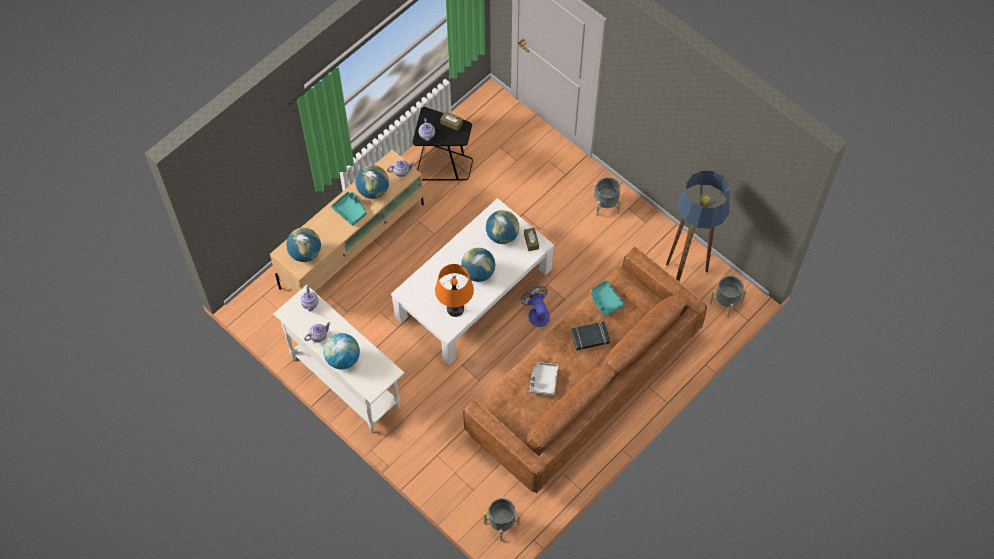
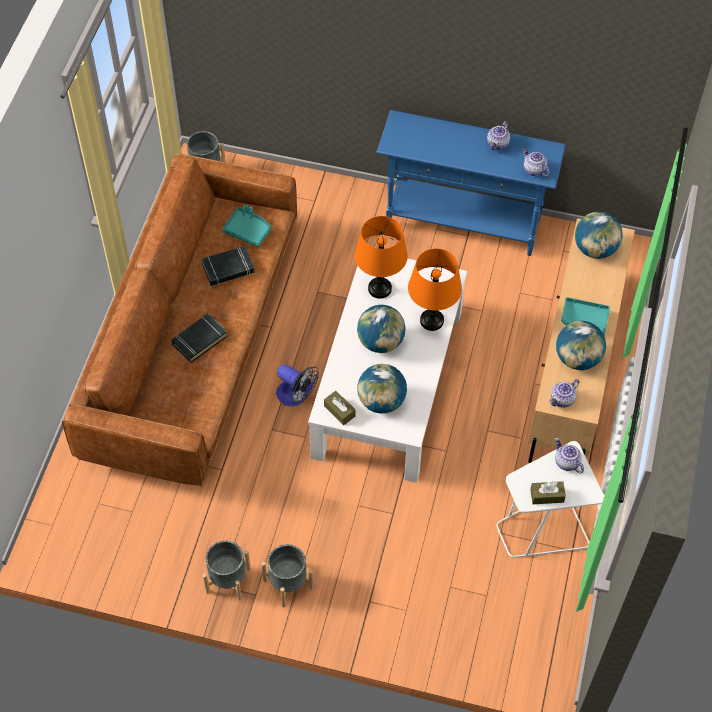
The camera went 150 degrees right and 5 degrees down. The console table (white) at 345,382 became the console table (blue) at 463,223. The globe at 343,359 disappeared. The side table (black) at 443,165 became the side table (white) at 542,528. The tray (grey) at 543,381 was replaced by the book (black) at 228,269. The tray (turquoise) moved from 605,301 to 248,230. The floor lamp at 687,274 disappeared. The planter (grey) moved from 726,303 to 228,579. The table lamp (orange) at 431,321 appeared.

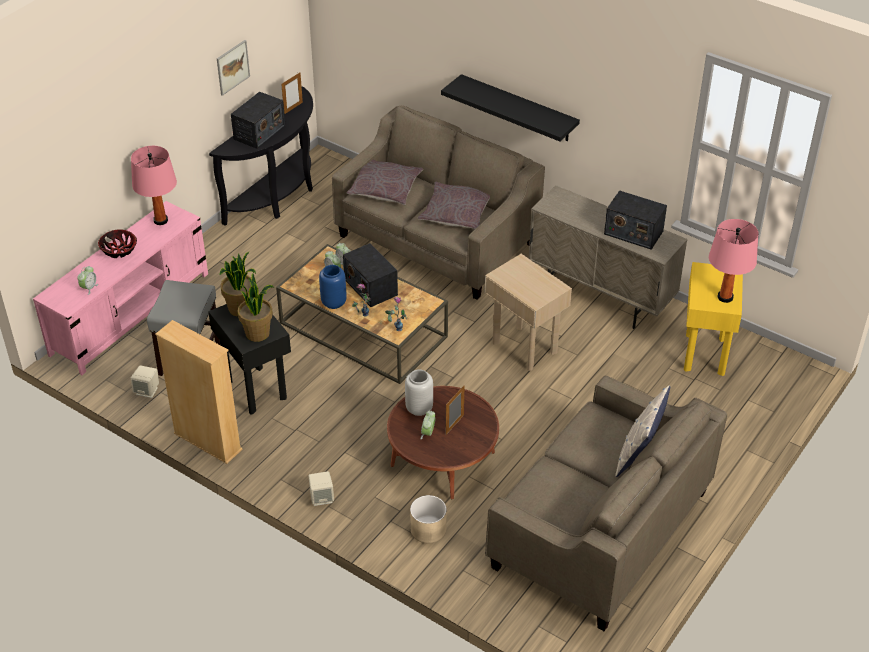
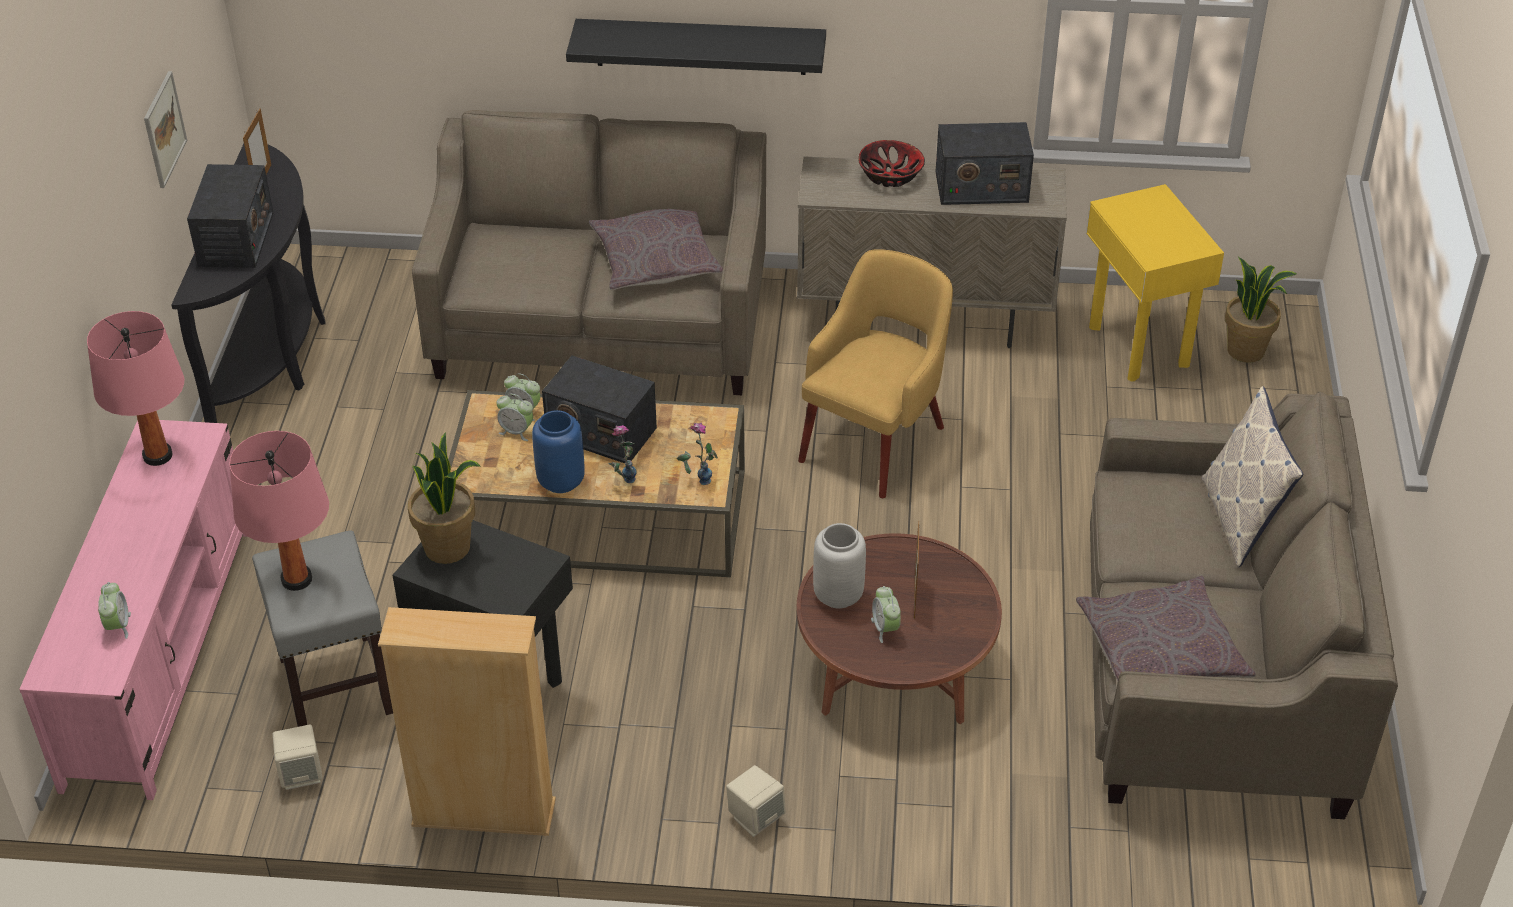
The camera went 30 degrees left and 0 degrees up. The bowl moved from 119,250 to 890,175. The potted plant moved from 258,333 to 1246,350. The pillow (grey) moved from 385,188 to 1161,650. The planter (beige) at 428,529 disappeared. The side table (beige) at 524,348 was replaced by the armchair (yellow) at 875,441. The table lamp (pink) moved from 725,297 to 297,579.

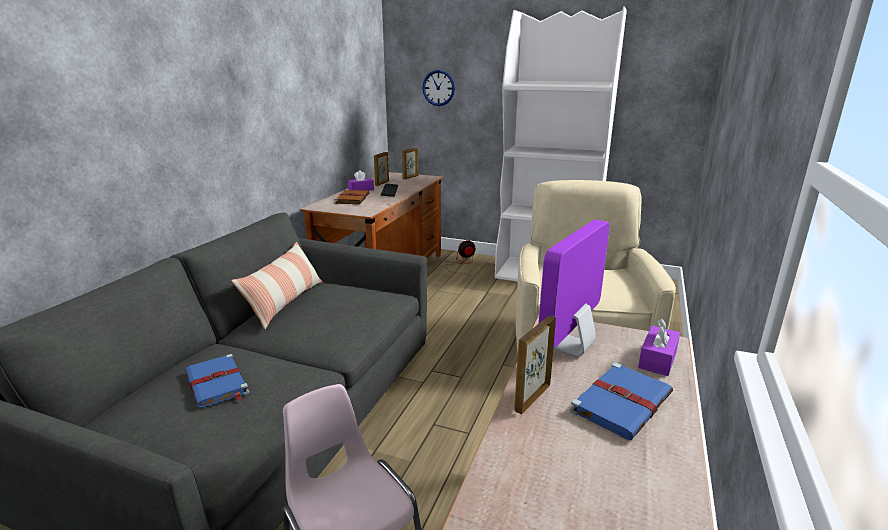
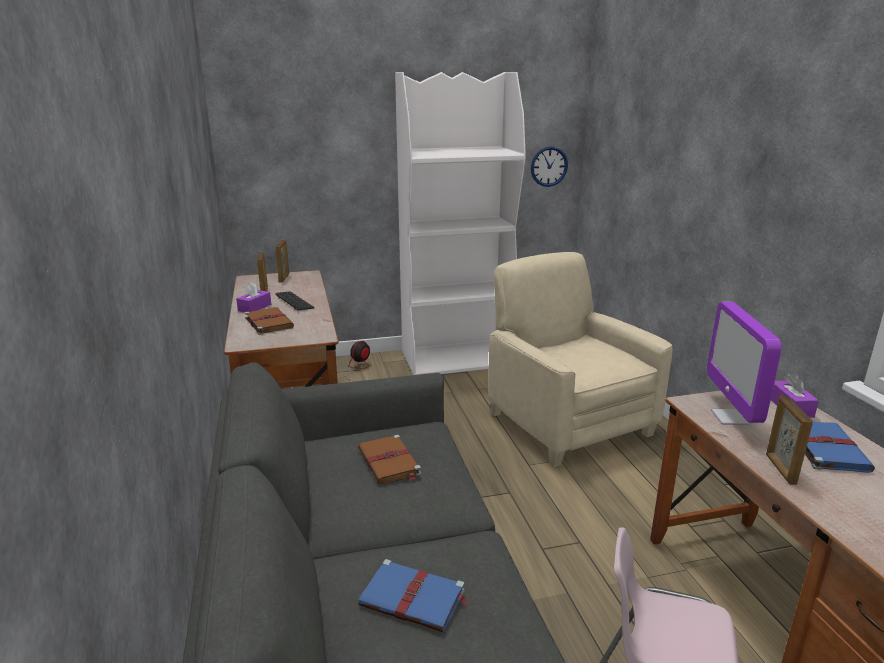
The camera went 35 degrees left and 0 degrees up. The pillow at 285,302 disappeared. The wall clock moved from 438,88 to 549,166. The book (brown) at 389,462 appeared.

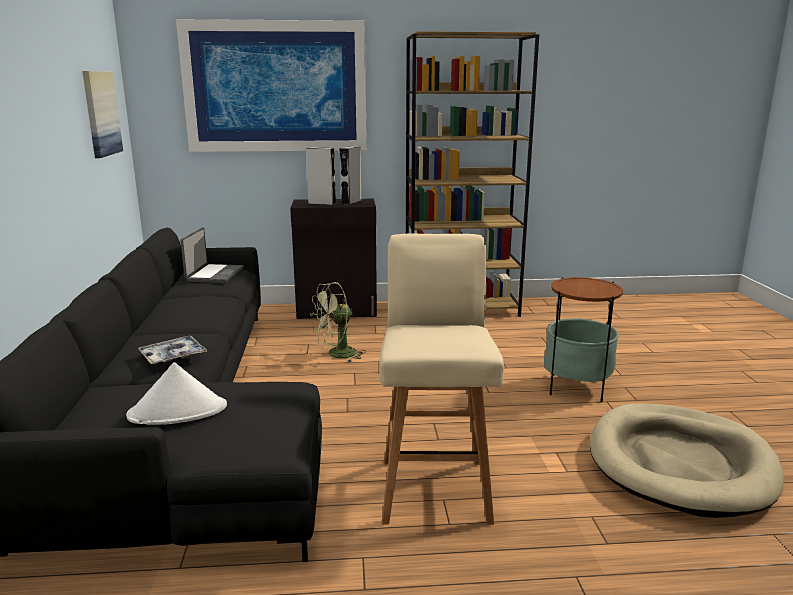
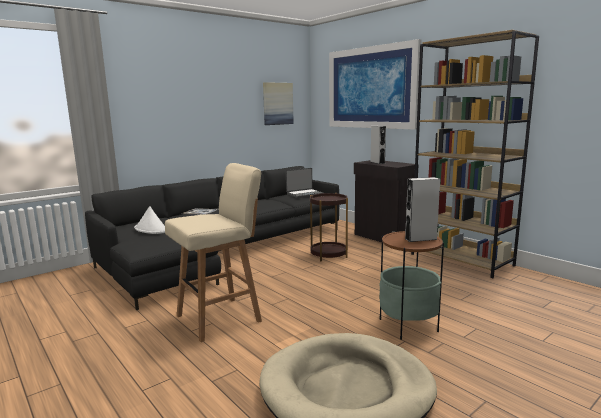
The camera went 55 degrees right and 5 degrees down. The fan (green) at 336,355 was replaced by the side table (brown) at 328,255. The speaker (grey) moved from 351,202 to 420,239.

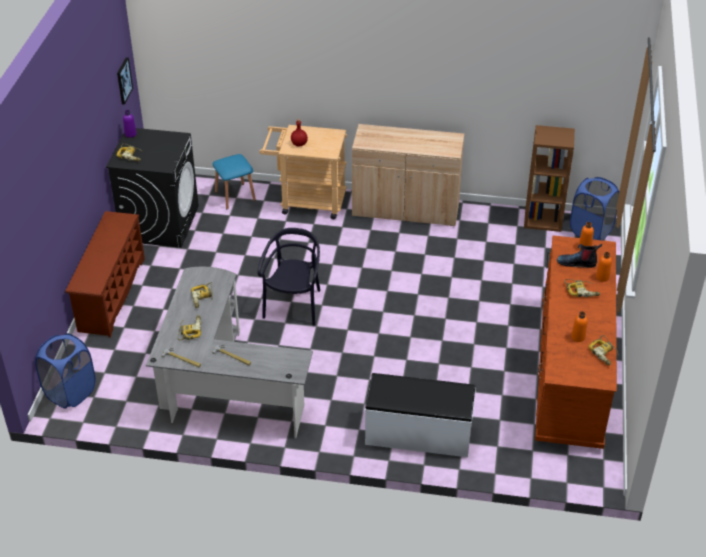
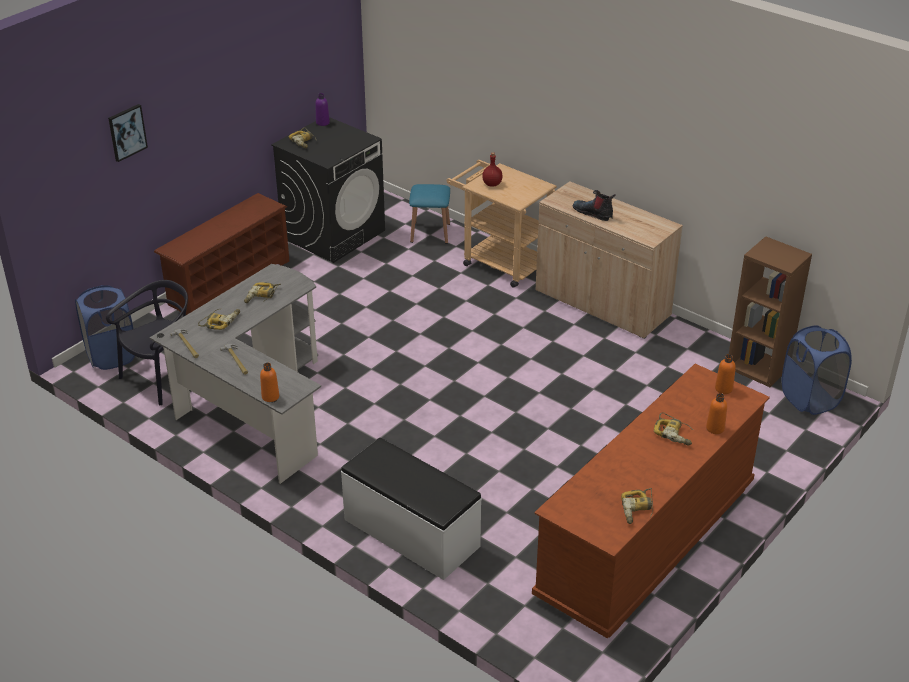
The camera went 30 degrees right and 5 degrees down. The picture moved from 123,80 to 127,132. The chair (black) moved from 294,305 to 163,377. The boot moved from 577,263 to 593,213. The bottle (orange) moved from 578,337 to 270,396.

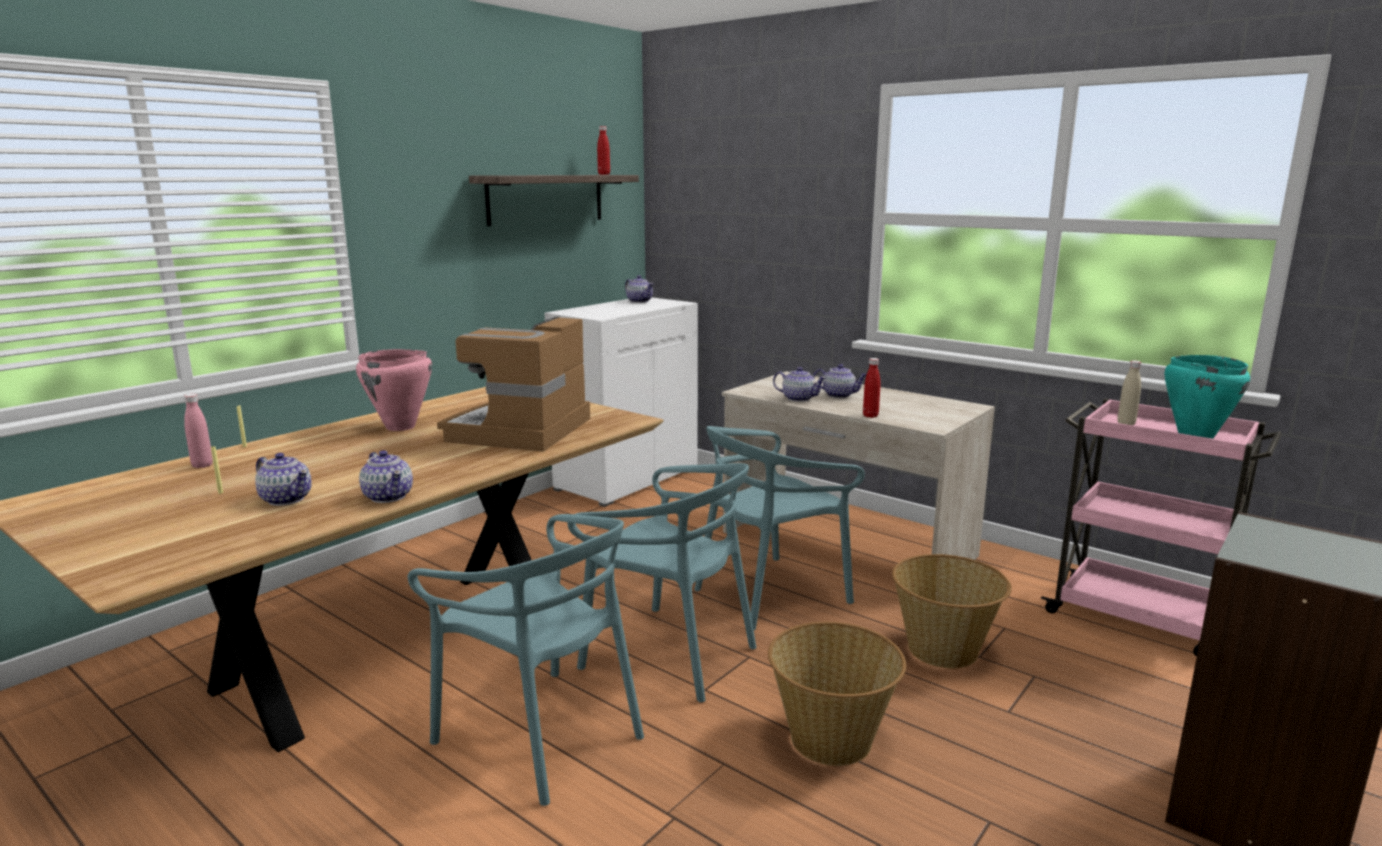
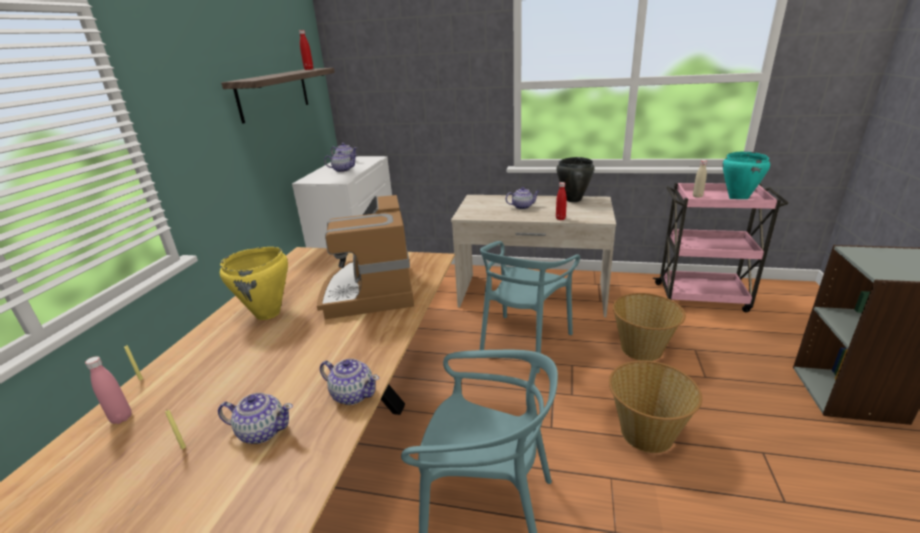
The camera went 25 degrees left and 10 degrees up. The cooking pot (pink) at 400,427 became the cooking pot (yellow) at 268,314. The chair (turquoise) at 669,654 disappeared. The teapot moved from 798,398 to 342,170. The cooking pot (black) at 573,200 appeared.

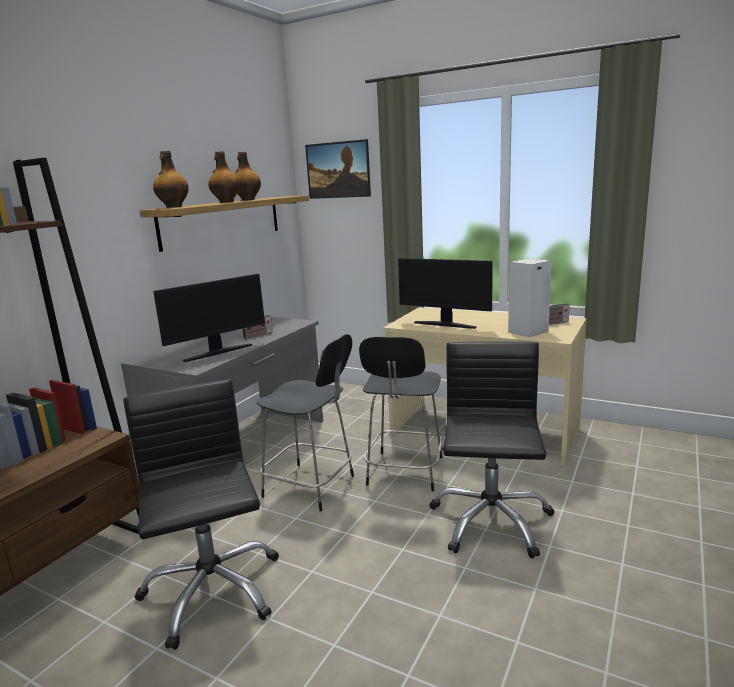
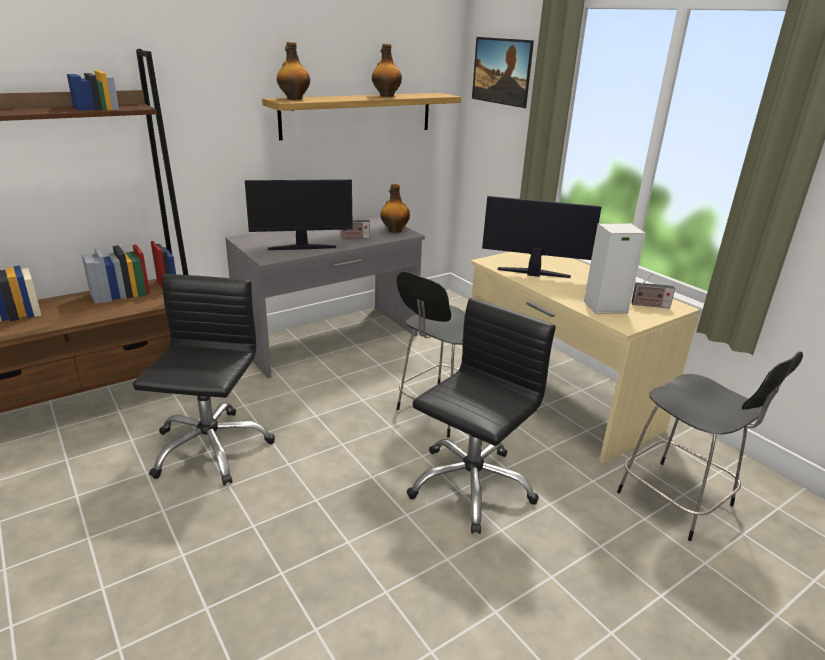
The camera went 25 degrees right and 10 degrees up. The bottle moved from 226,202 to 394,230. The chair (black) moved from 312,487 to 678,501. The monitor at 445,324 turned 135 degrees clockwise.

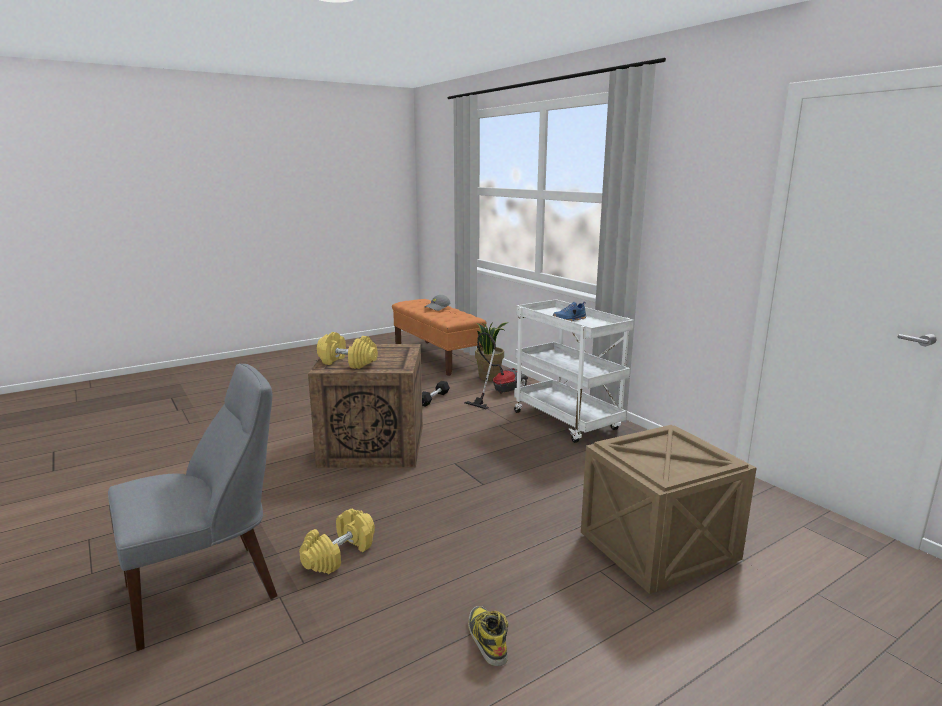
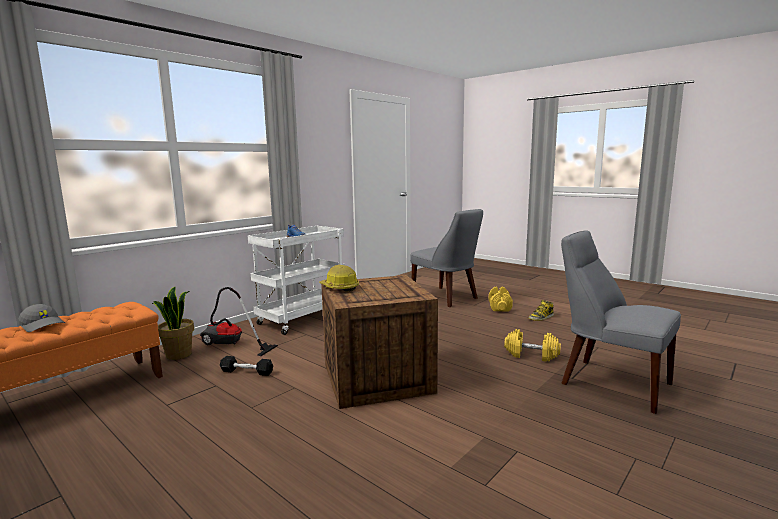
The camera went 105 degrees left and 5 degrees down. The dumbbell (yellow) moved from 347,363 to 500,307. The crate at 656,549 was replaced by the chair (grey) at 446,298. The hard hat at 339,287 appeared.

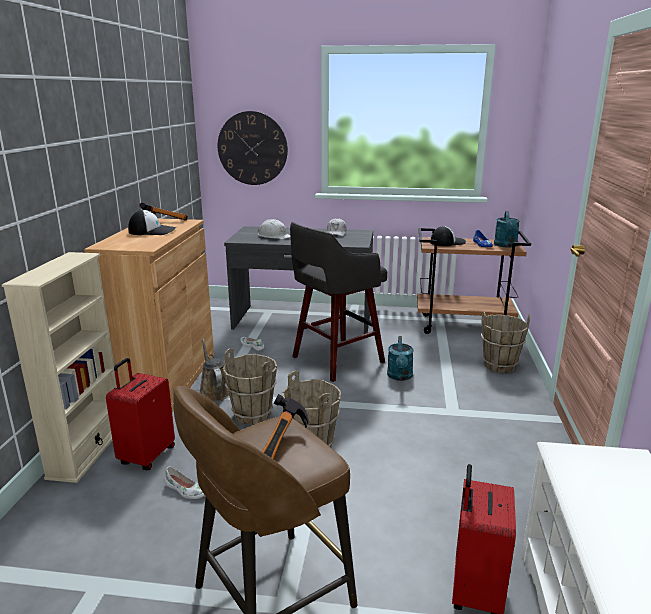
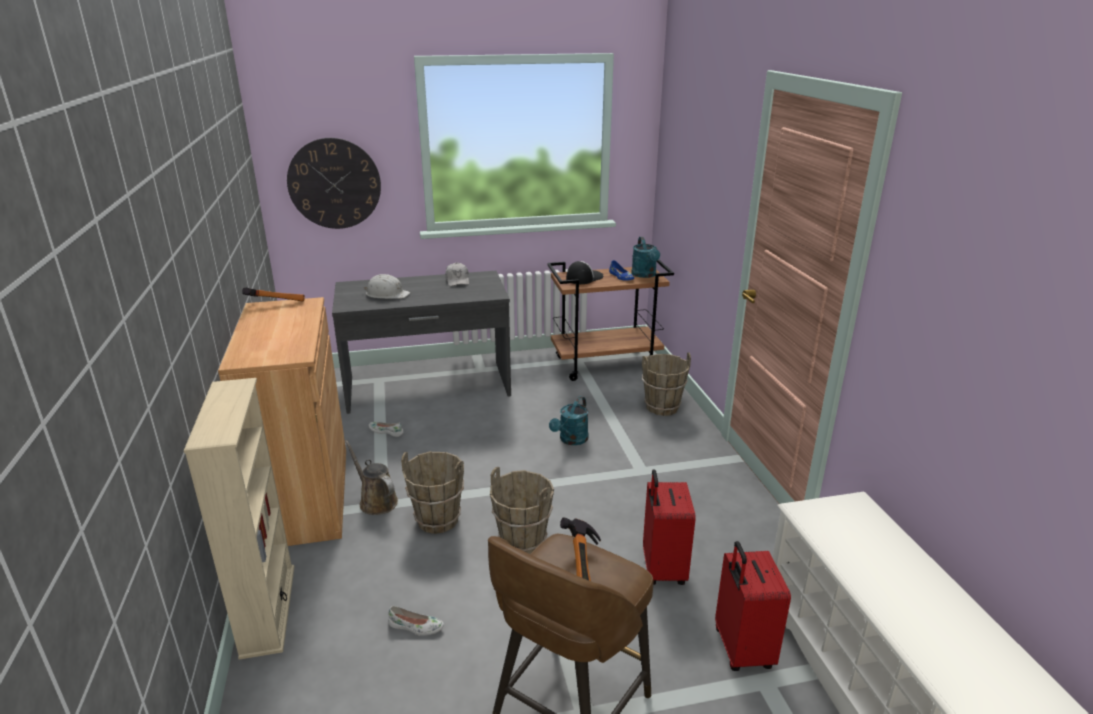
The camera went 20 degrees left and 5 degrees up. The suitcase (red) moved from 146,456 to 662,569. The cap at 152,231 disappeared. The stool (grey) at 335,360 disappeared. The watering can (turquoise) at 400,377 turned 45 degrees clockwise.

